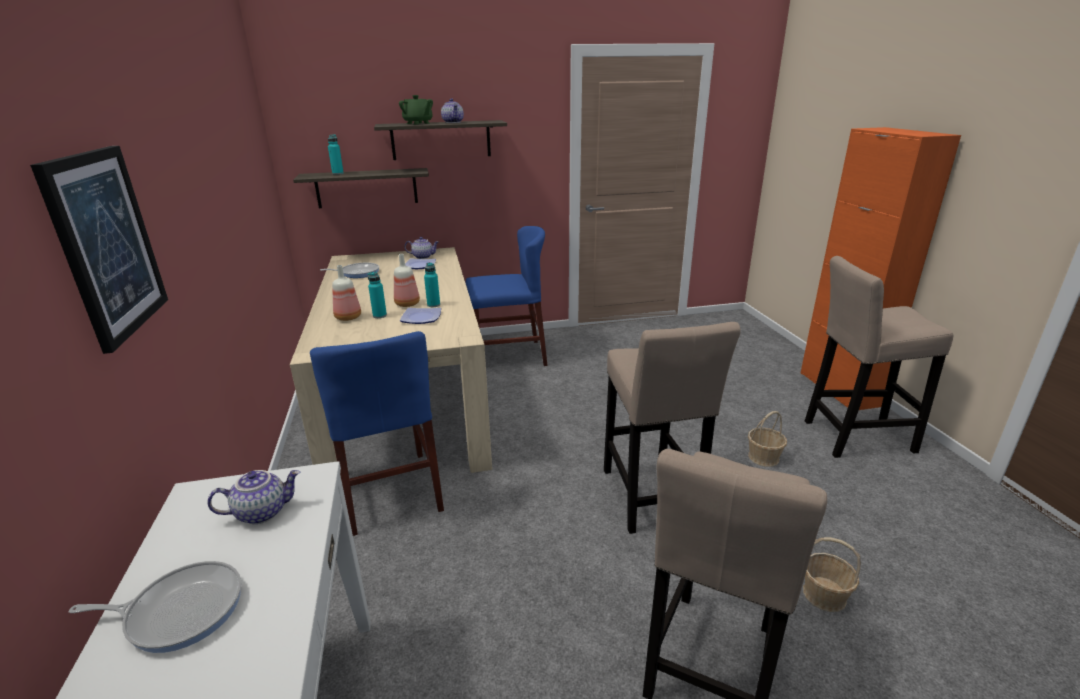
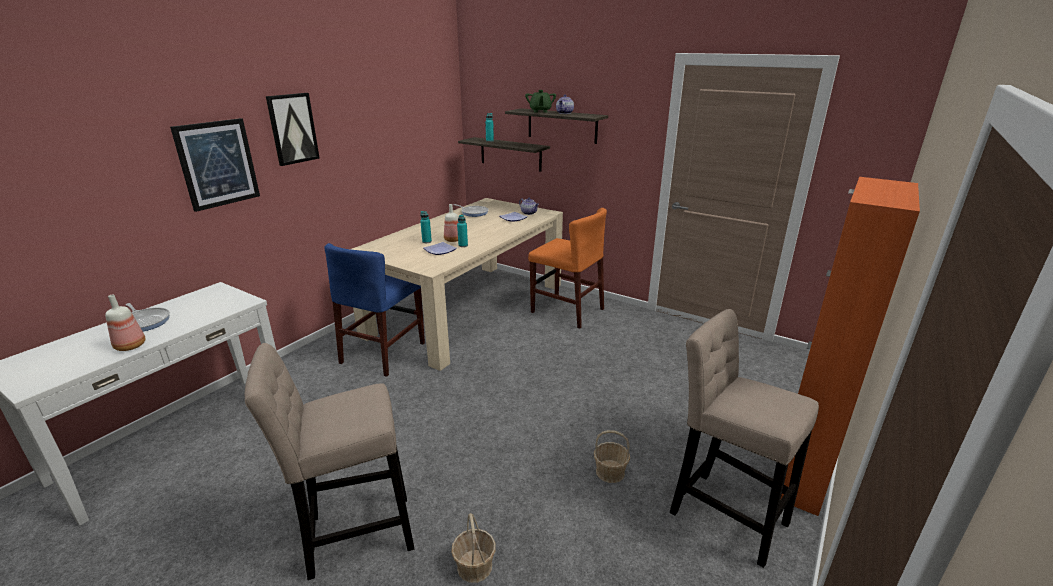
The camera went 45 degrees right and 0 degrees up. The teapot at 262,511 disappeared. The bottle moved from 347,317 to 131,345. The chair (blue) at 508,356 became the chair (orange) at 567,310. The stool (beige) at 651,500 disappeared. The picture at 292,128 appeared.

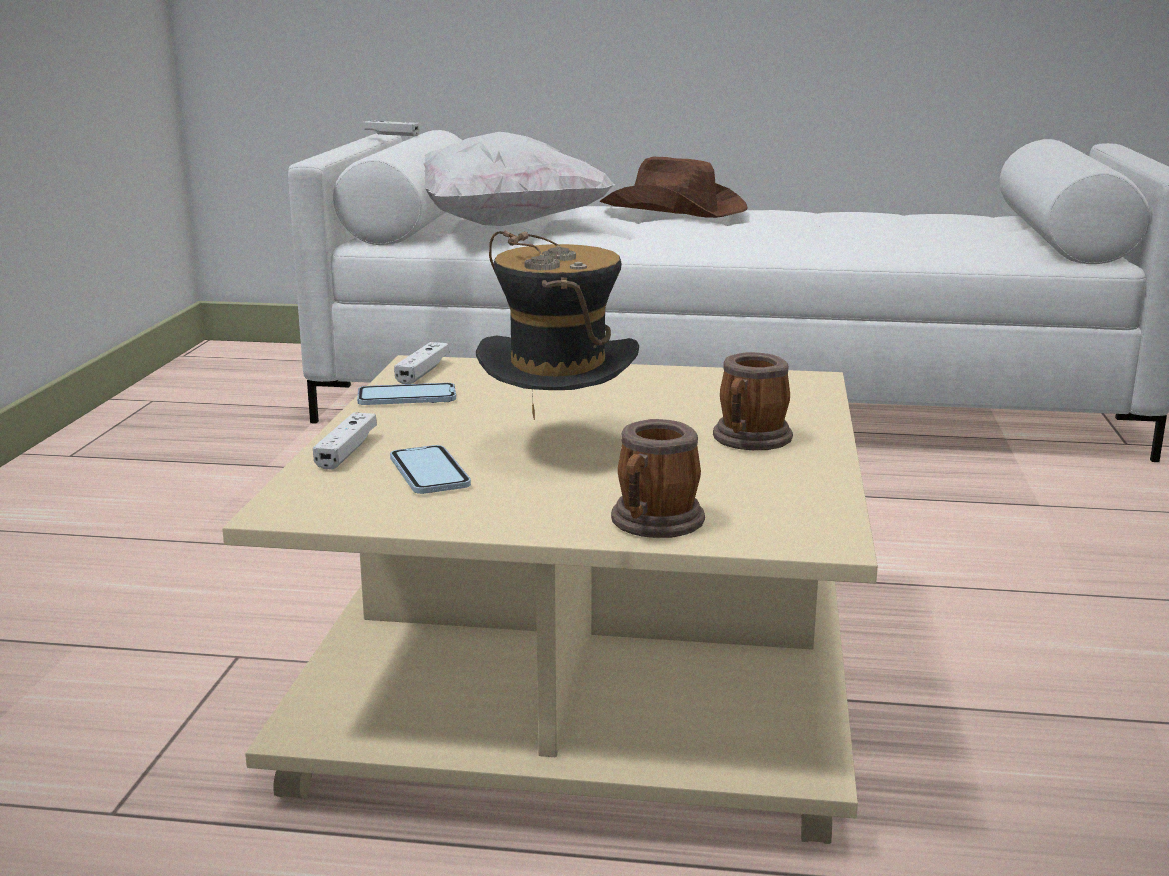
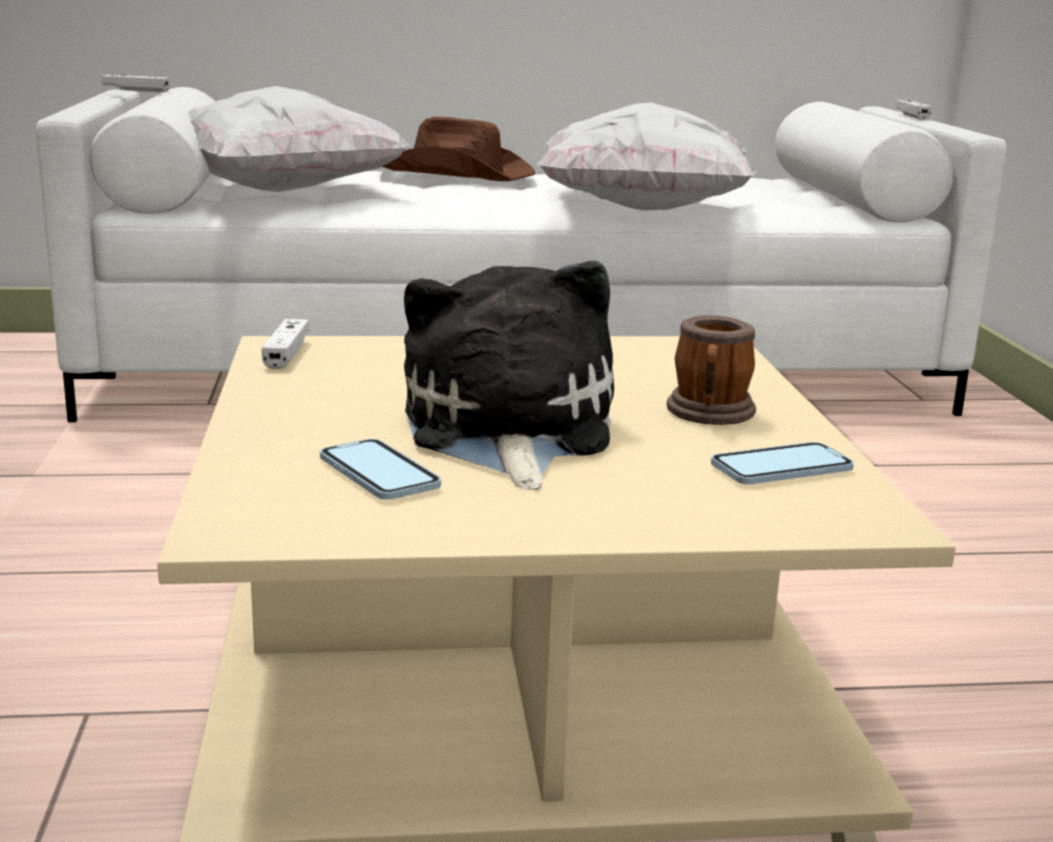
The camera went 15 degrees left and 0 degrees up. The game controller (white) moved from 346,451 to 912,116. The phone moved from 407,398 to 781,468. The hat at 559,446 was replaced by the plush toy at 507,432. The mug at 653,524 disappeared. The pillow (white) at 643,210 appeared.

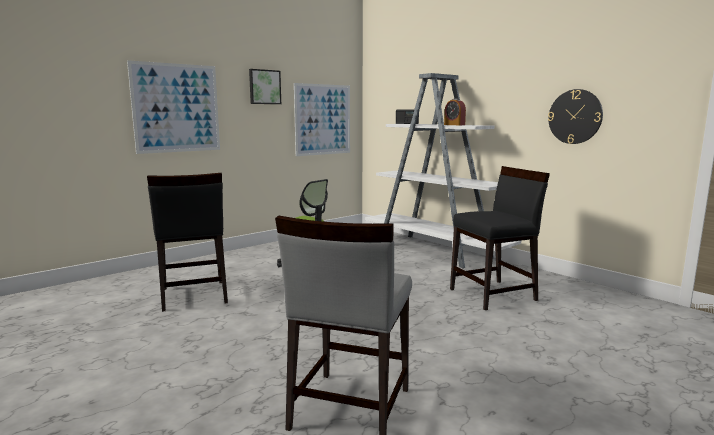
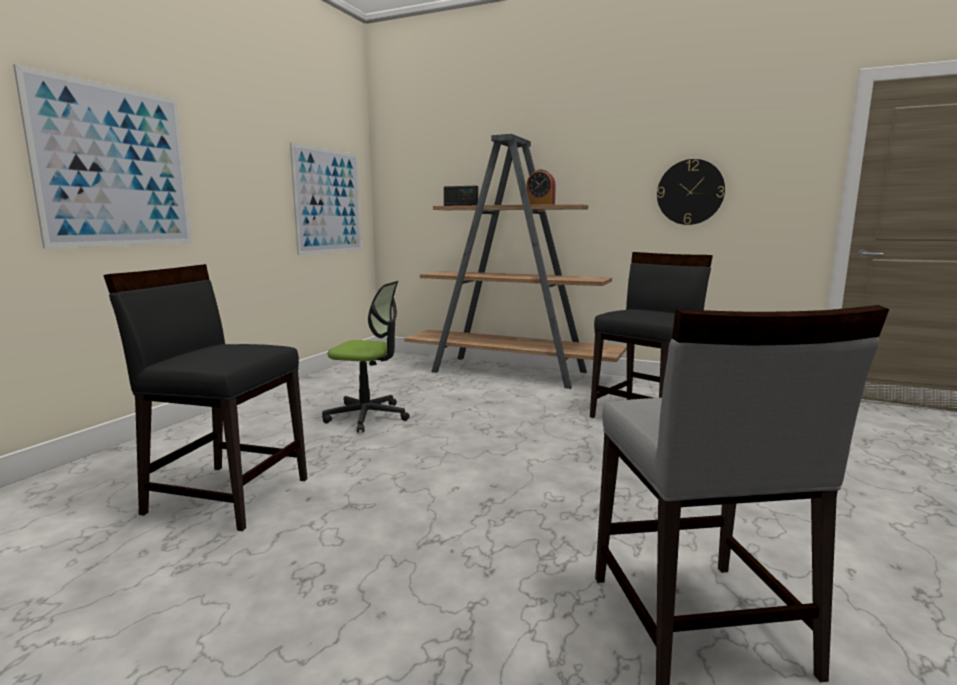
The camera went 25 degrees left and 0 degrees up. The chair (black) at 193,296 turned 150 degrees clockwise. The picture at 264,87 disappeared. The bookcase (white) at 435,251 became the bookcase (brown) at 511,372.

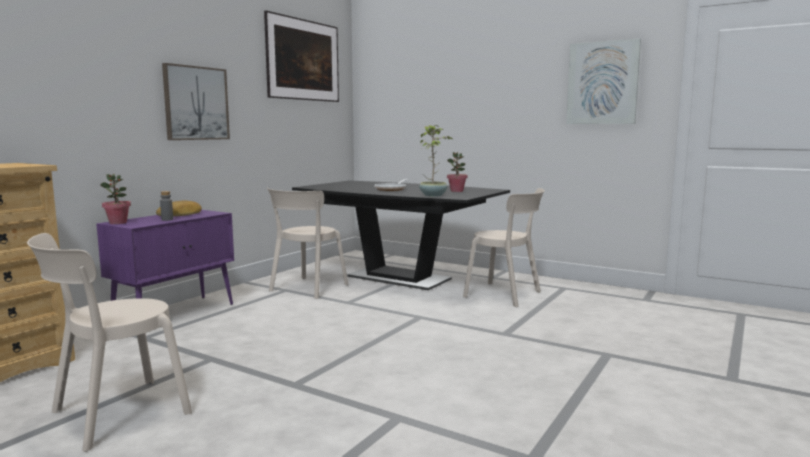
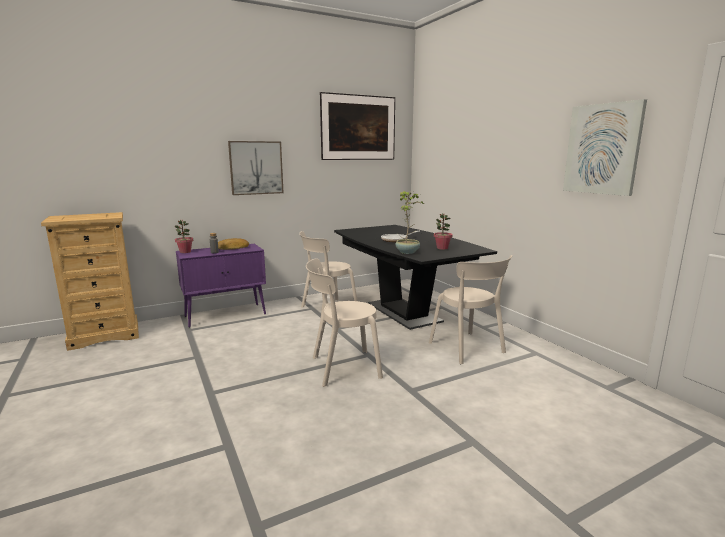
The camera went 30 degrees right and 5 degrees up. The chair (beige) moved from 114,415 to 342,368.

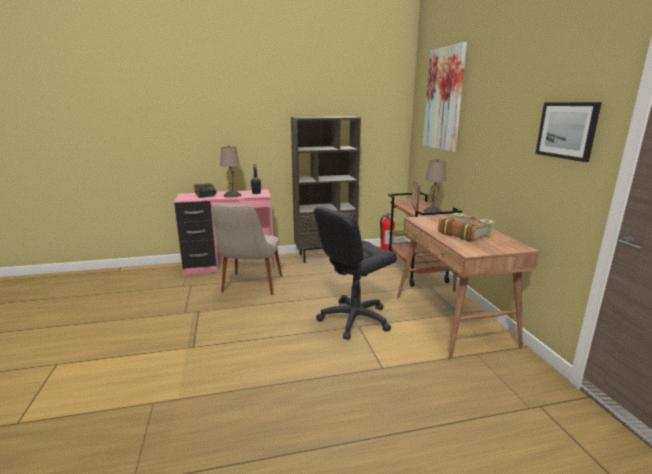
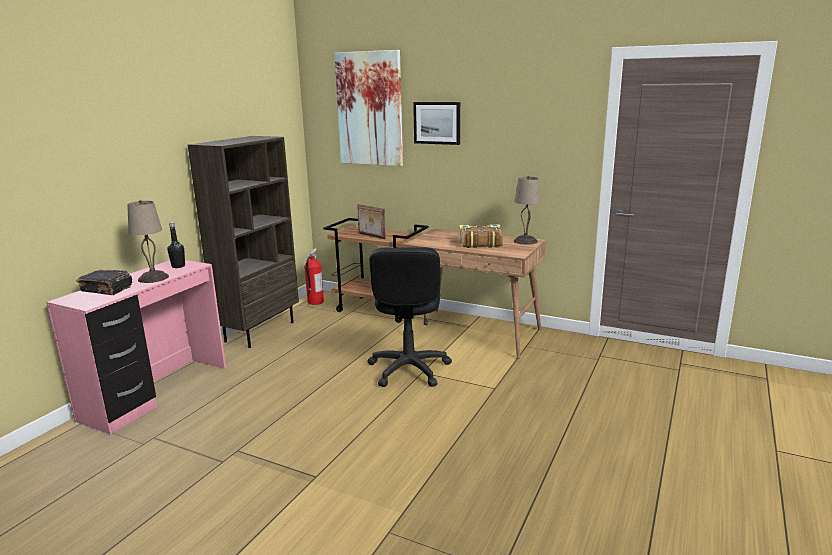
The camera went 50 degrees left and 0 degrees up. The chair (beige) at 249,288 disappeared. The table lamp (beige) moved from 433,211 to 525,241. The picture moved from 567,130 to 437,123.

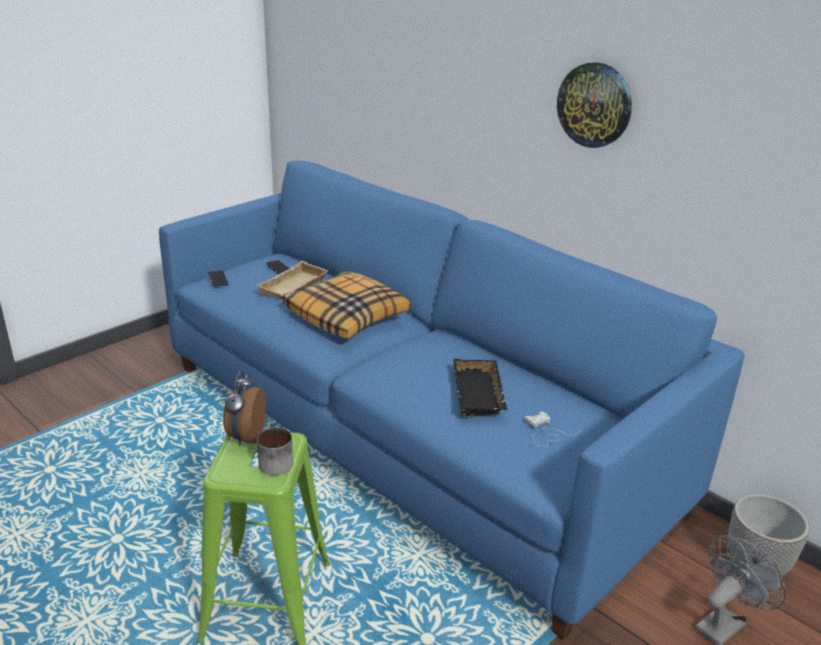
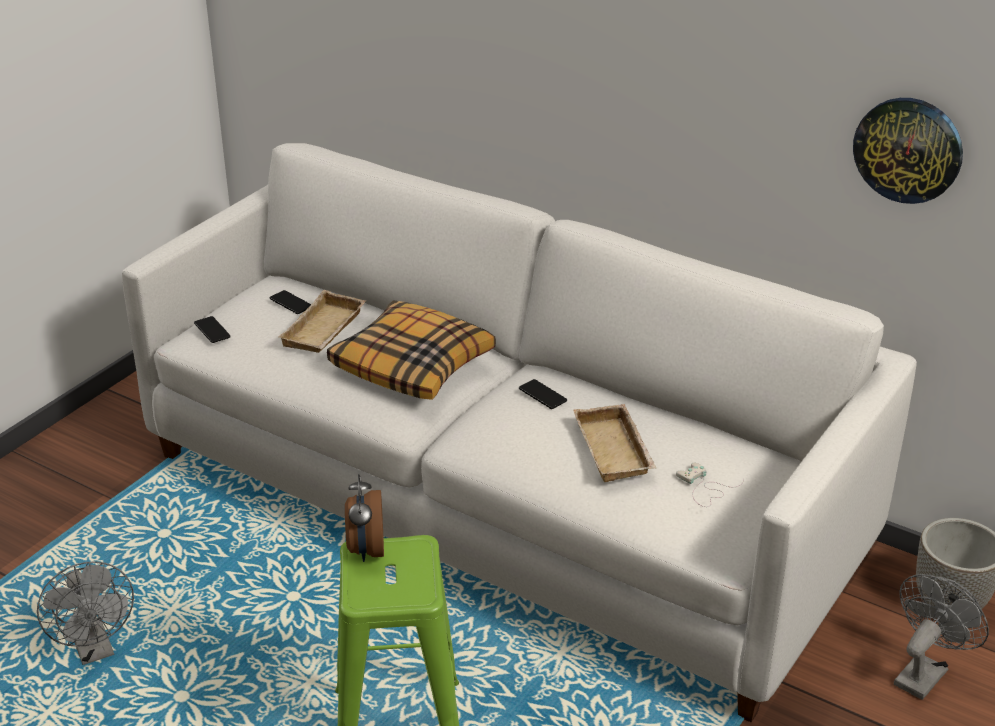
The camera went 10 degrees left and 5 degrees up. The sofa (blue) at 408,434 became the sofa (white) at 500,503. The mug at 274,461 disappeared. The tray (black) at 480,393 became the tray (beige) at 616,450. The wall clock moved from 594,105 to 908,149. The fan (grey) at 95,650 appeared. The phone at 542,395 appeared.

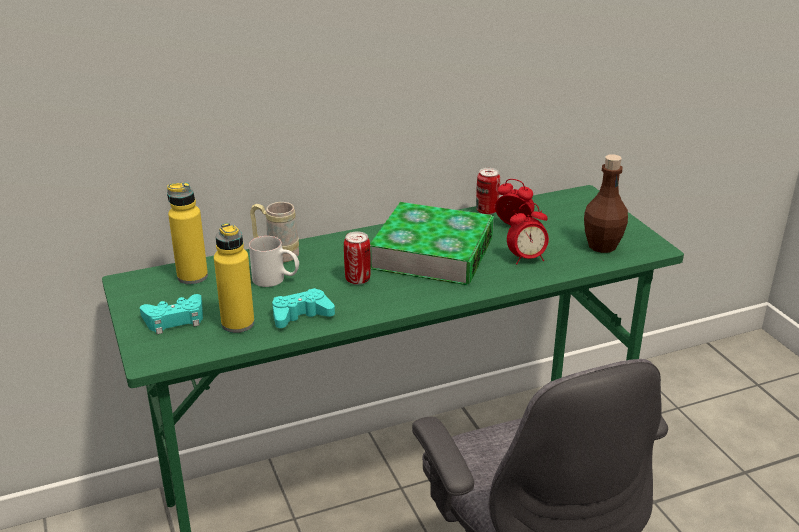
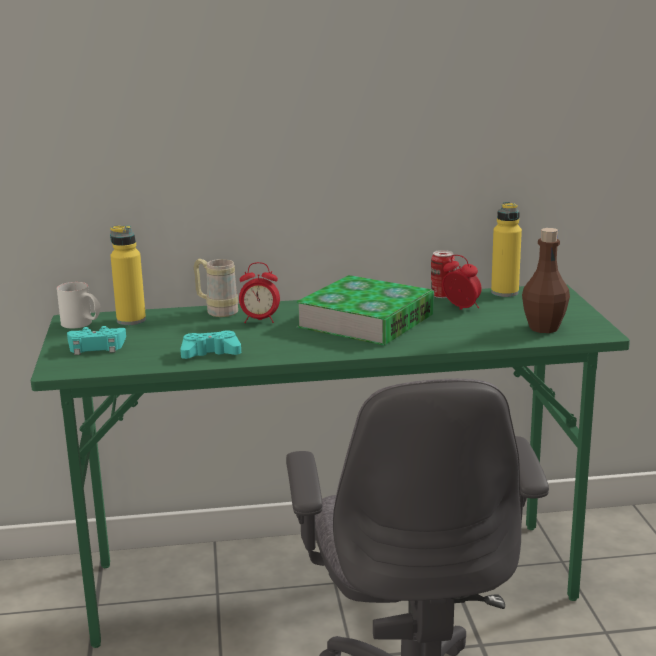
The camera went 15 degrees right and 10 degrees down. The bottle (yellow) moved from 238,324 to 504,293. The mug (white) moved from 276,280 to 82,324. The can at 357,279 disappeared. The alarm clock moved from 526,259 to 260,320.

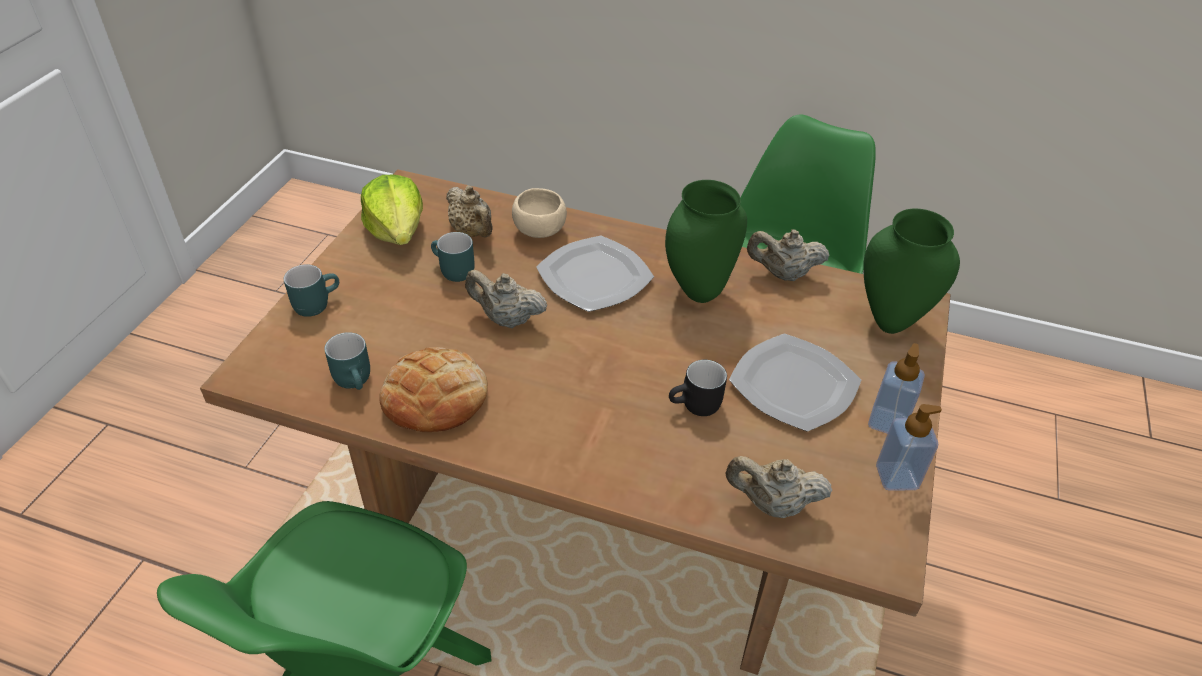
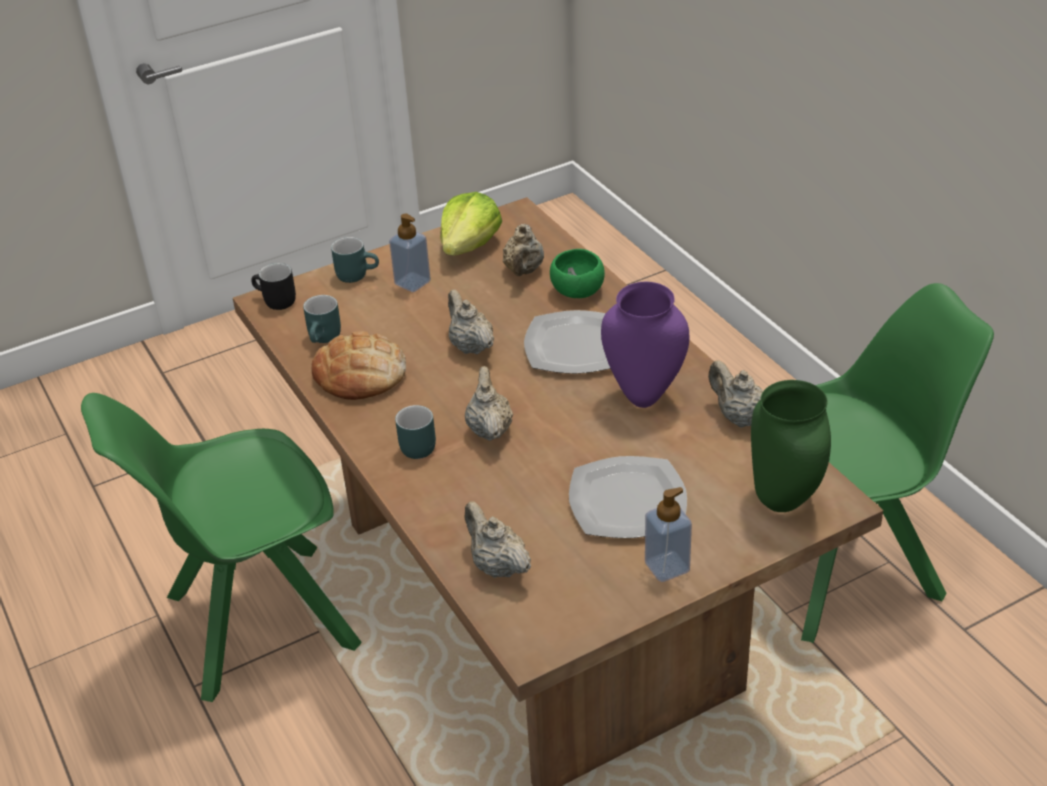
The camera went 45 degrees right and 5 degrees down. The mug (turquoise) moved from 452,271 to 414,445. The bowl (beige) at 538,231 became the bowl (green) at 576,291. The vase (green) at 698,293 became the vase (purple) at 643,398. The mug (black) moved from 696,407 to 274,302. The soap dispenser moved from 896,476 to 412,283. The teapot (beige) at 489,429 appeared.

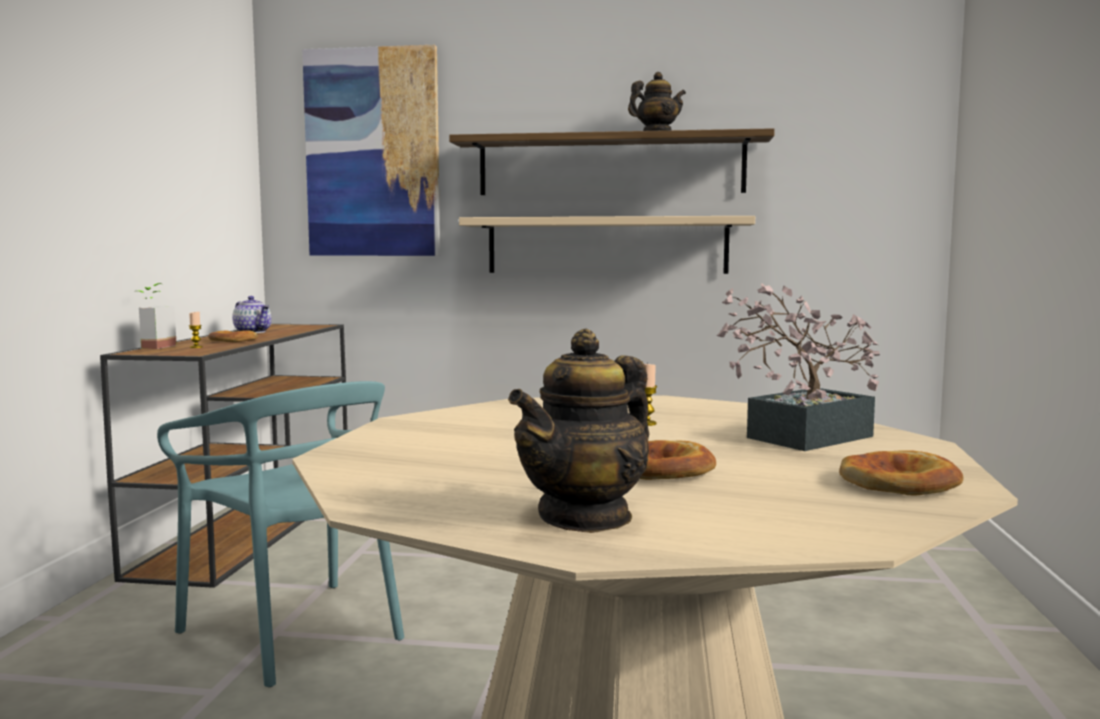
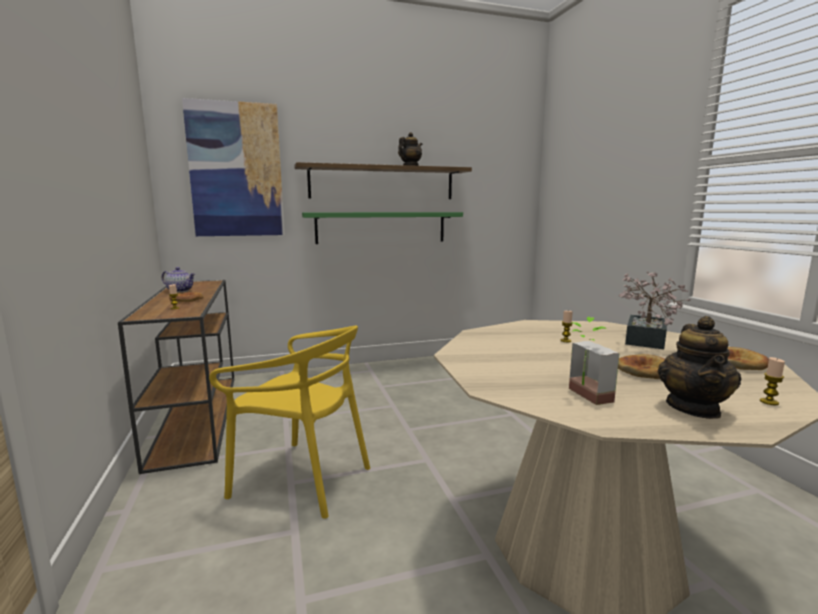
The camera went 25 degrees left and 5 degrees up. The potted plant moved from 152,346 to 583,396. The chair (turquoise) at 295,631 became the chair (yellow) at 302,479. The shelf (beige) at 607,245 became the shelf (green) at 381,227. The candle at 769,402 appeared.

